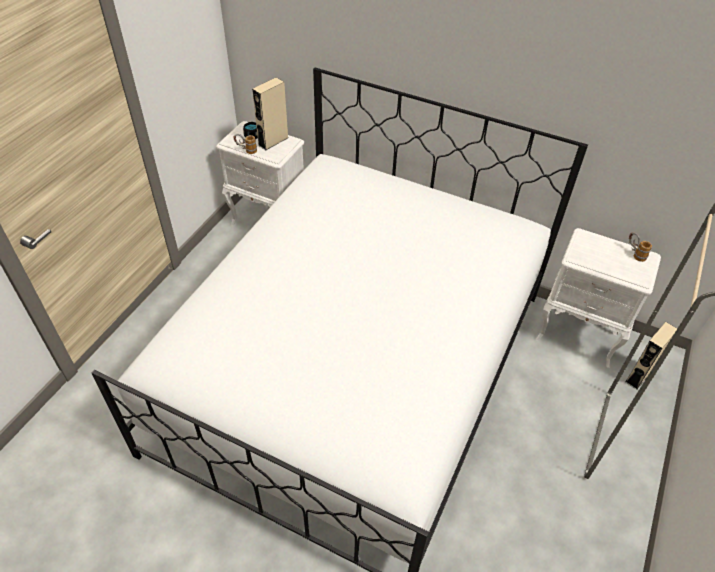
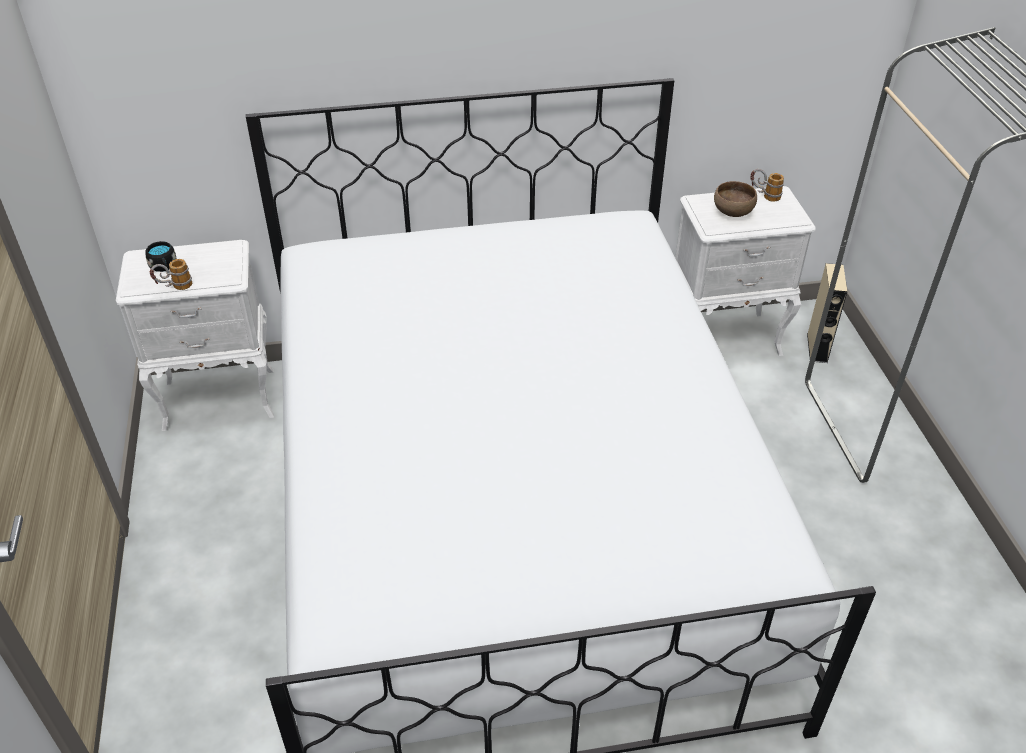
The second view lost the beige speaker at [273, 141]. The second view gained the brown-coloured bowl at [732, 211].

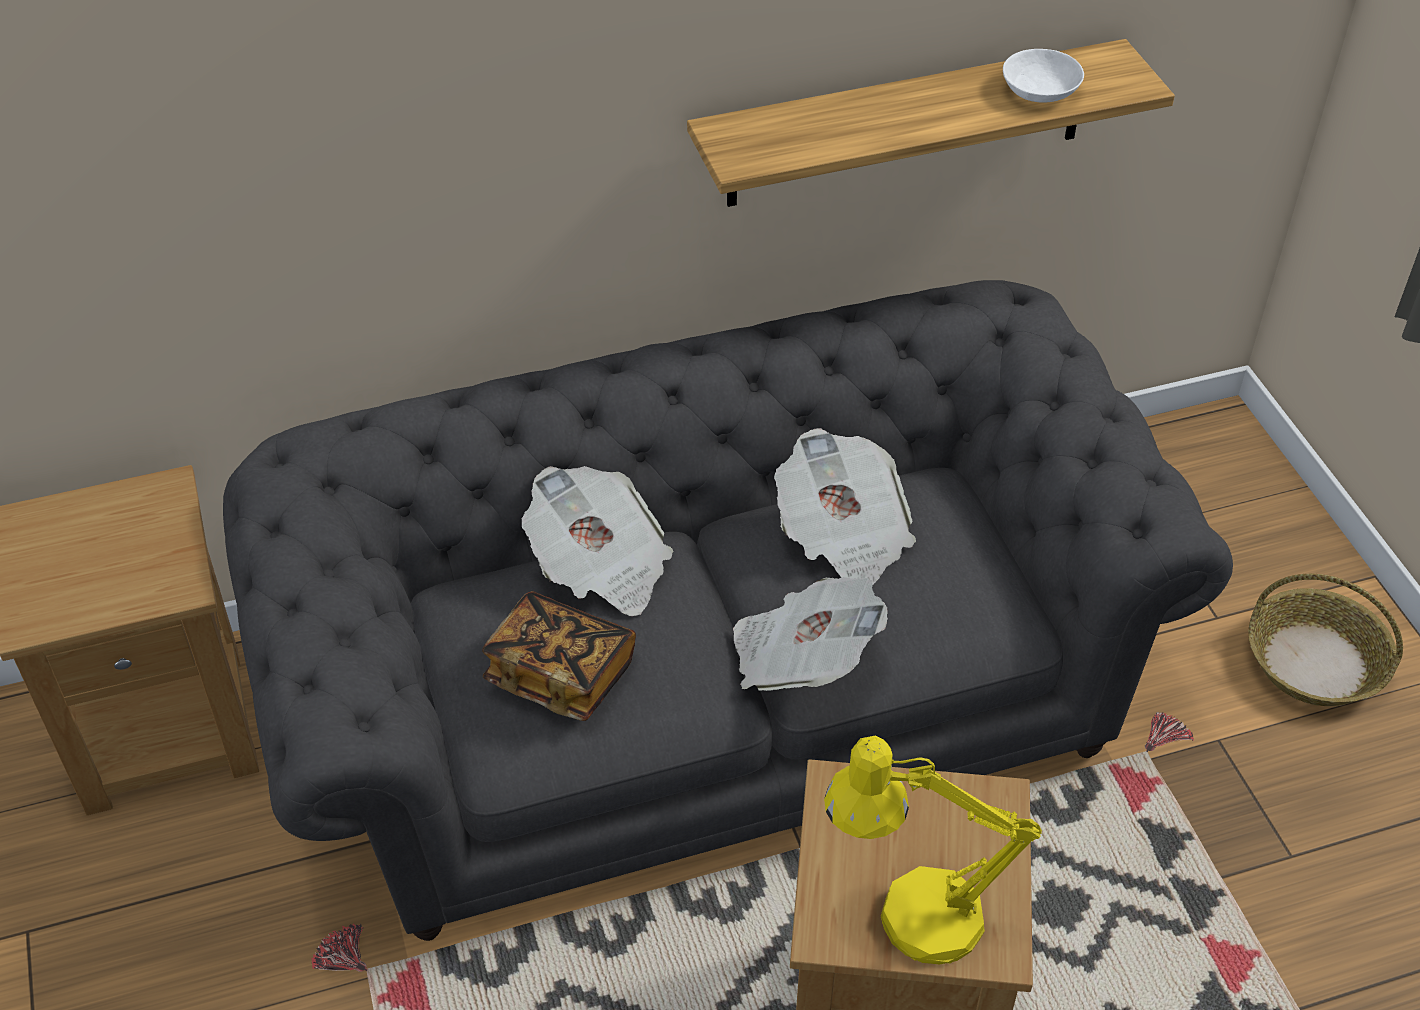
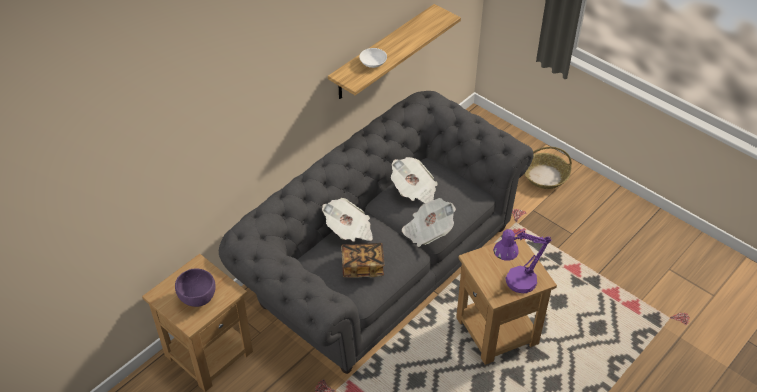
What was the yellow-coloured tabletop lamp at [908, 916] turned into the purple-coloured tabletop lamp at [514, 283]. The white bowl ended up elsewhere, having gone from [1038, 89] to [372, 62]. The second view gained the purple-coloured bowl at [198, 298].

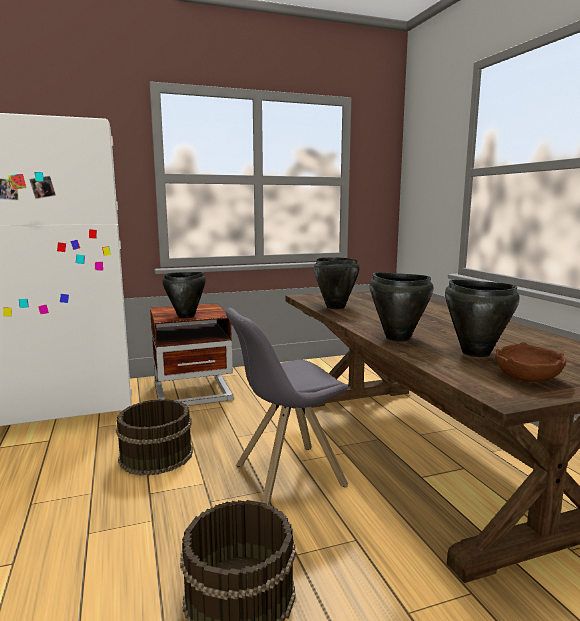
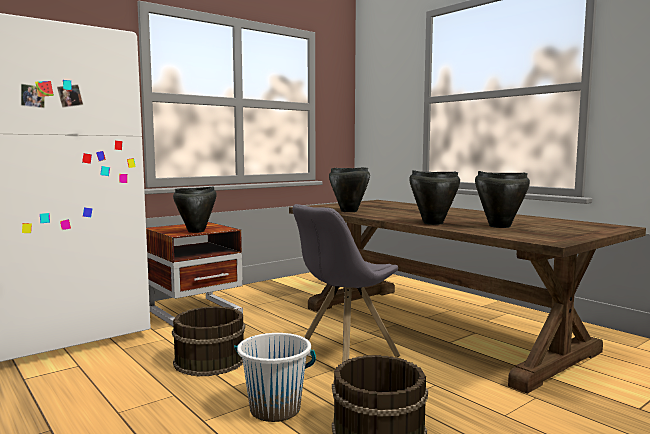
The second view lost the brown-coloured bowl at [526, 377]. The second view gained the white bucket at [275, 409].

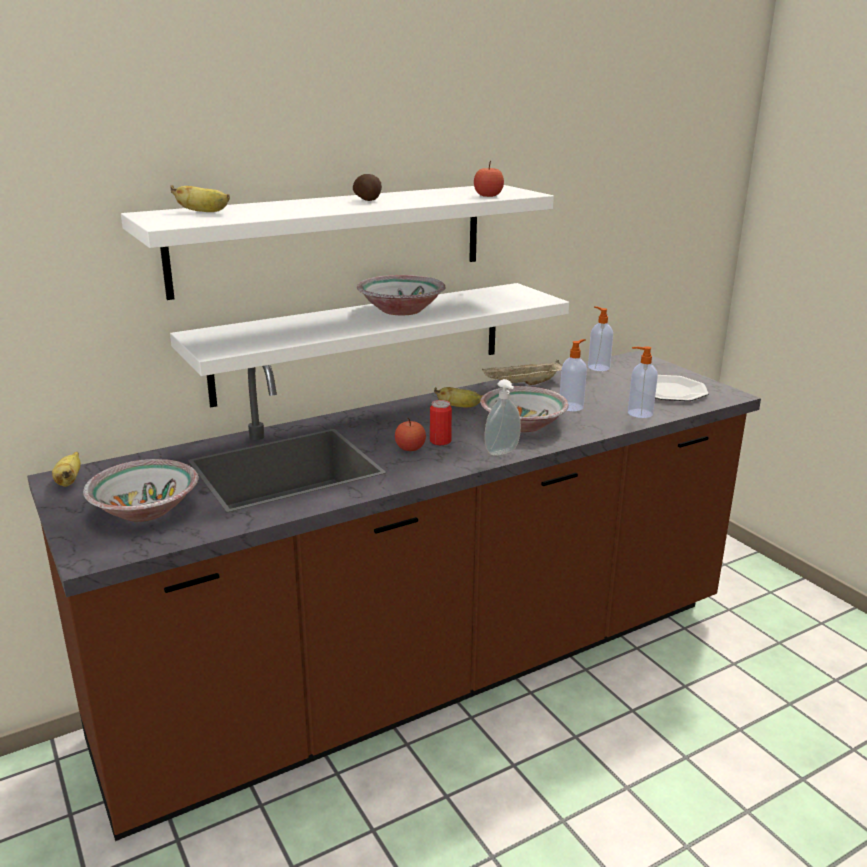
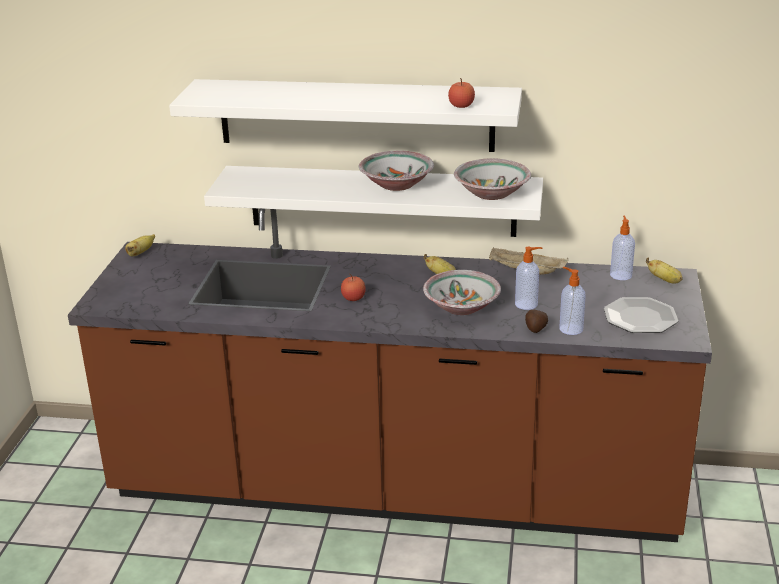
The bowl ended up elsewhere, having gone from [146, 509] to [492, 193]. The whole banana ended up elsewhere, having gone from [204, 212] to [665, 280]. The whole potato ended up elsewhere, having gone from [368, 200] to [535, 329]. The second view lost the metal can at [440, 441]. The second view lost the soap bottle at [503, 453].

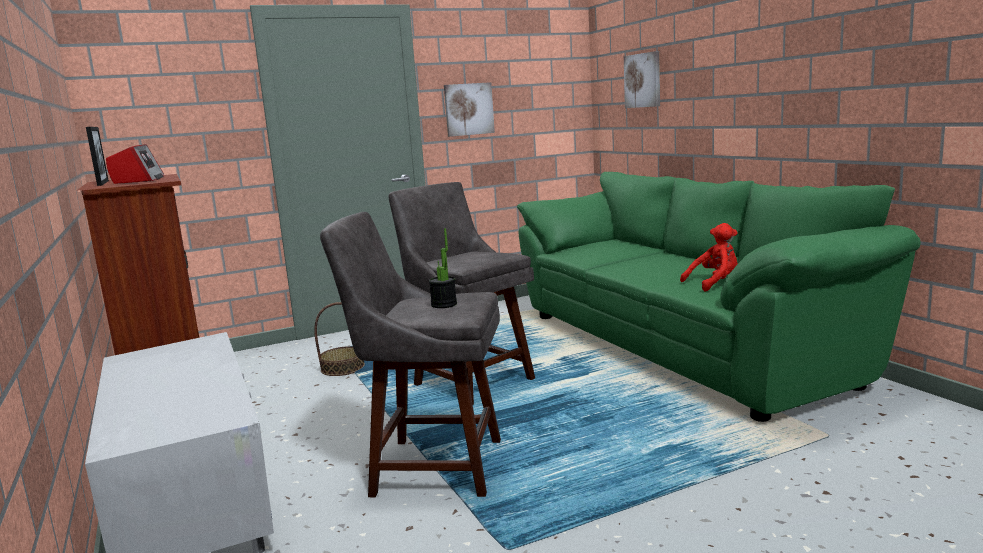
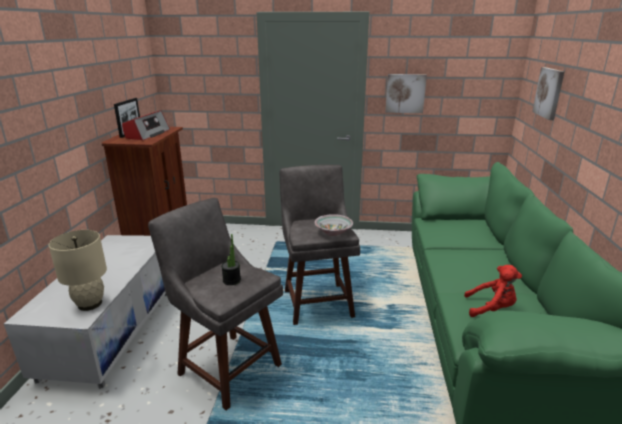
The second view lost the storage basket at [343, 368]. The second view gained the beige tabletop lamp at [90, 304]. The second view gained the bowl at [334, 232].

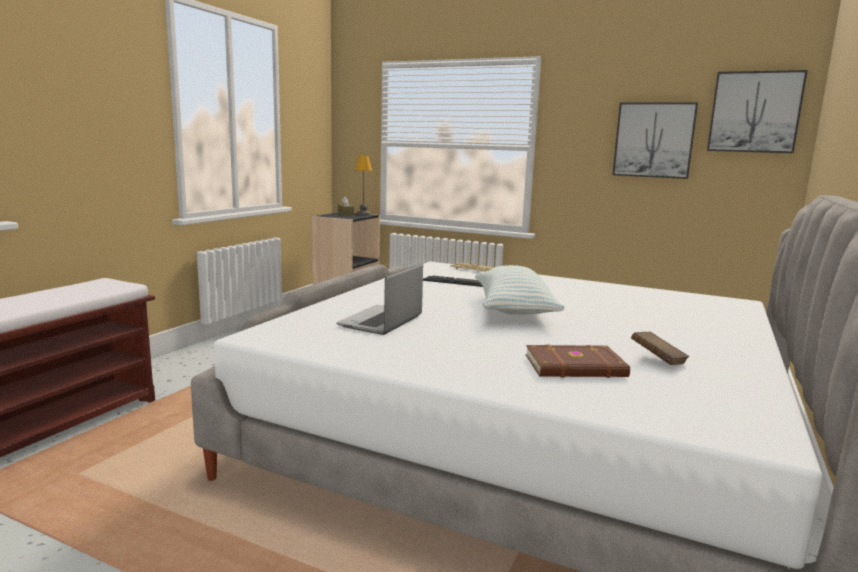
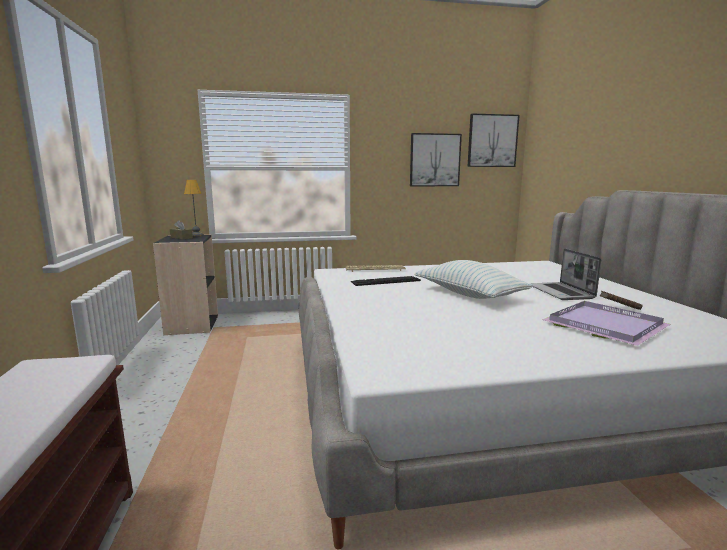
The notebook computer ended up elsewhere, having gone from [381, 322] to [561, 292]. Where the brown-coloured volume stood at [576, 367], the purple-coloured carrying tray came to stand at [607, 326].

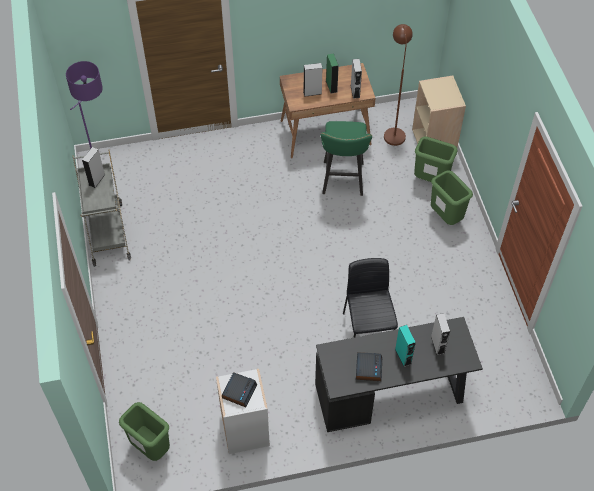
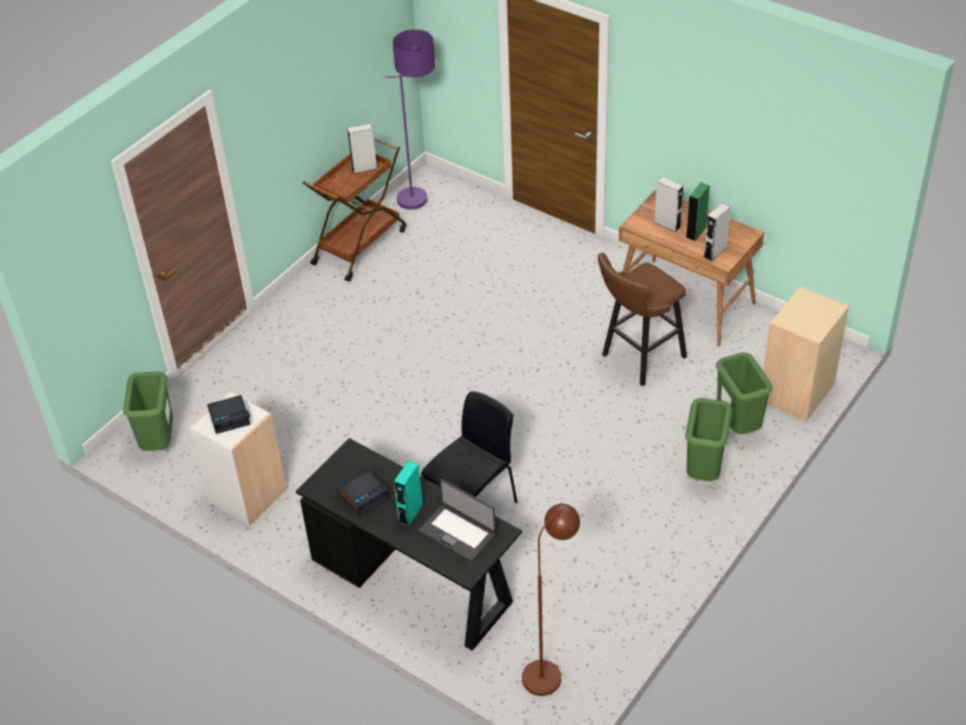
What was the greyish trolley at [108, 233] turned into the brown-coloured trolley at [360, 247]. What was the green stool at [342, 183] turned into the brown-coloured stool at [637, 360]. The brown-coloured standard lamp ended up elsewhere, having gone from [393, 132] to [549, 671]. Where the greyish speaker stood at [437, 345], the notebook computer came to stand at [458, 532].

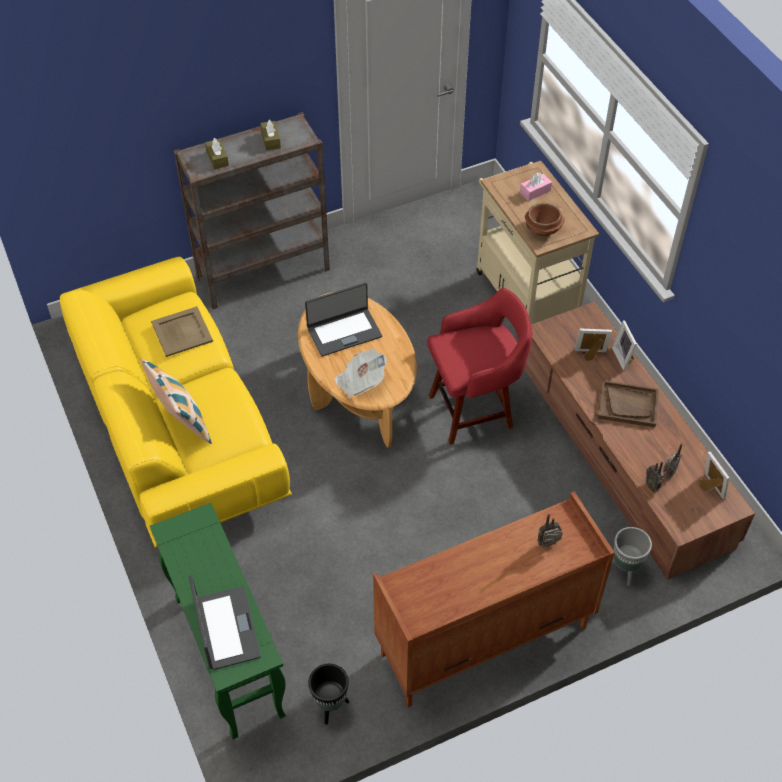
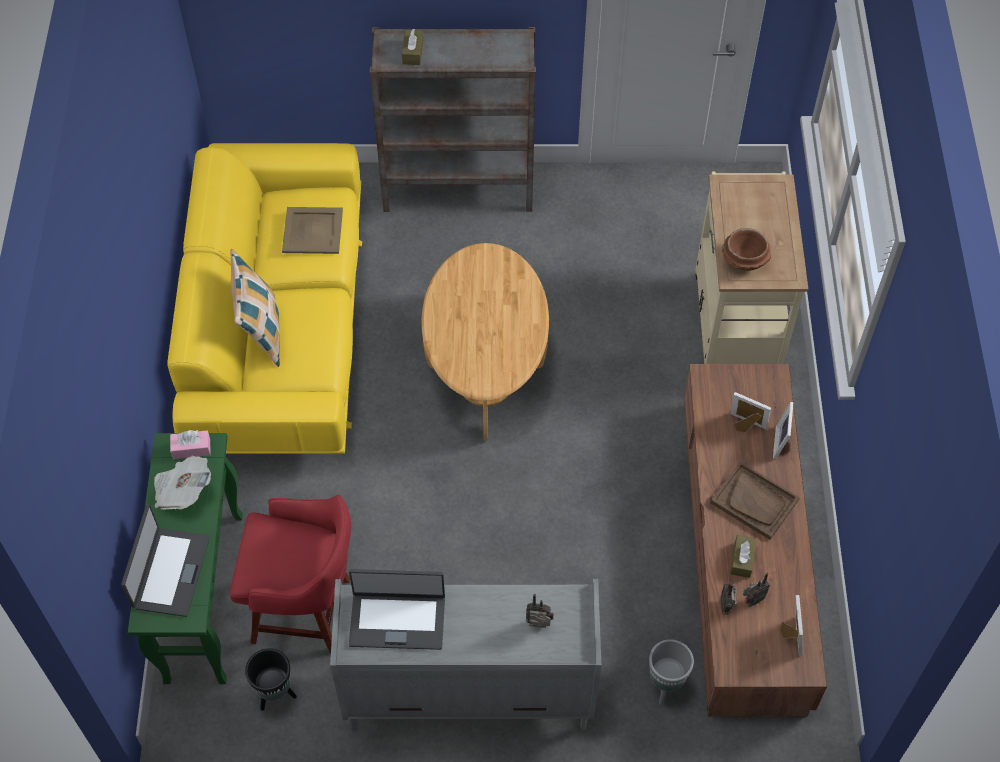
The brown-coloured tissue holder ended up elsewhere, having gone from [271, 140] to [742, 559]. The notebook computer ended up elsewhere, having gone from [344, 332] to [397, 620]. The printed paper ended up elsewhere, having gone from [360, 381] to [183, 491]. What was the brown-coloured cupboard at [483, 641] turned into the greyish cupboard at [467, 695]. The red-coloured stool ended up elsewhere, having gone from [474, 411] to [306, 612]. The pinkish tissue holder ended up elsewhere, having gone from [535, 191] to [191, 448].

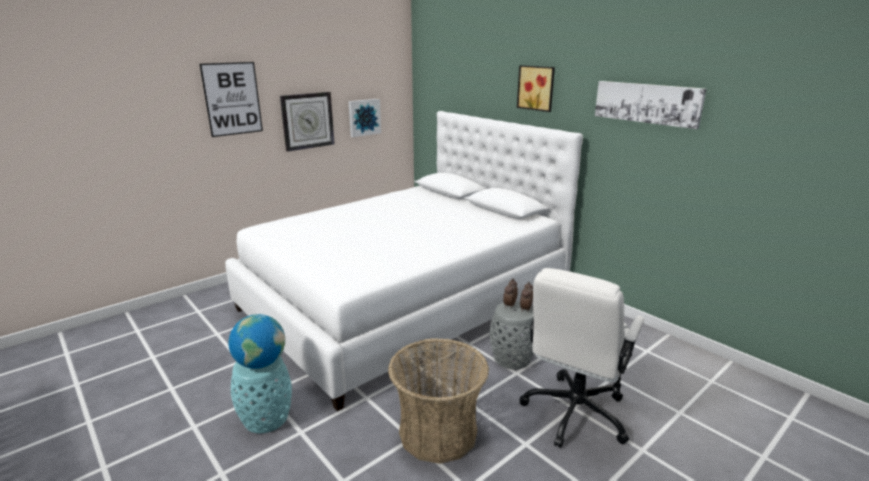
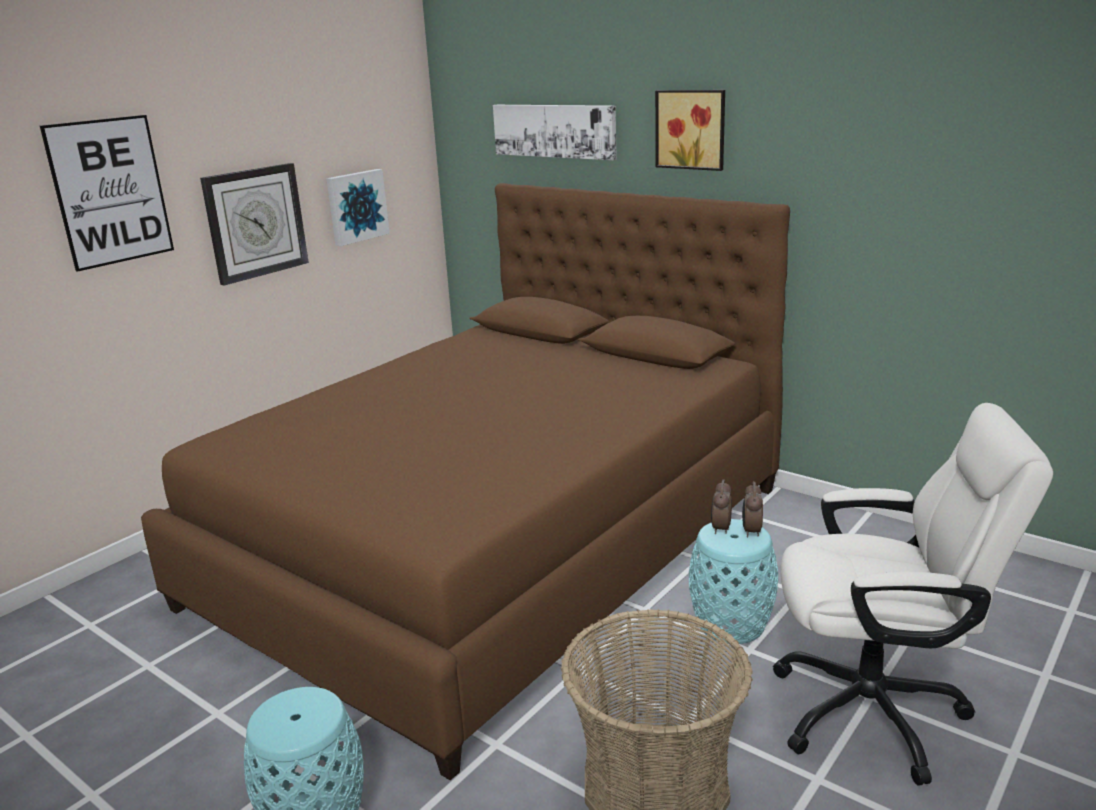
What was the white bedroom bed at [406, 301] turned into the brown-coloured bedroom bed at [498, 544]. The second view lost the globe at [260, 363]. What was the greyish stool at [512, 359] turned into the turquoise-coloured stool at [731, 625]. The white office chair at [573, 416] ended up facing another way, 105 degrees counterclockwise from before. The wall art ended up elsewhere, having gone from [647, 103] to [554, 130].

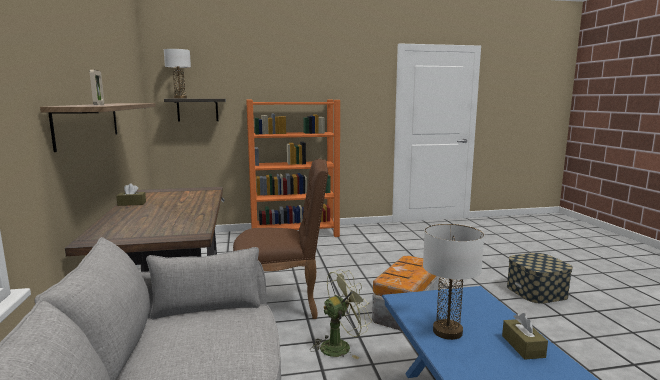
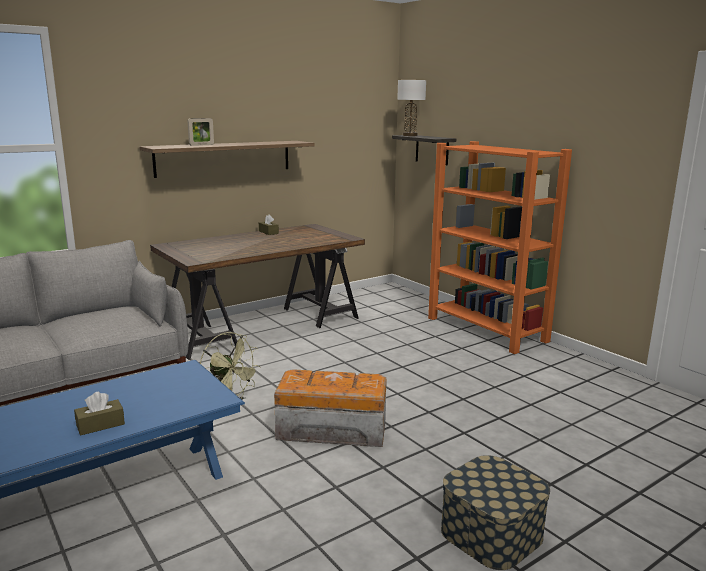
The second view lost the brown-coloured chair at [280, 305]. The second view lost the tabletop lamp at [447, 331].

